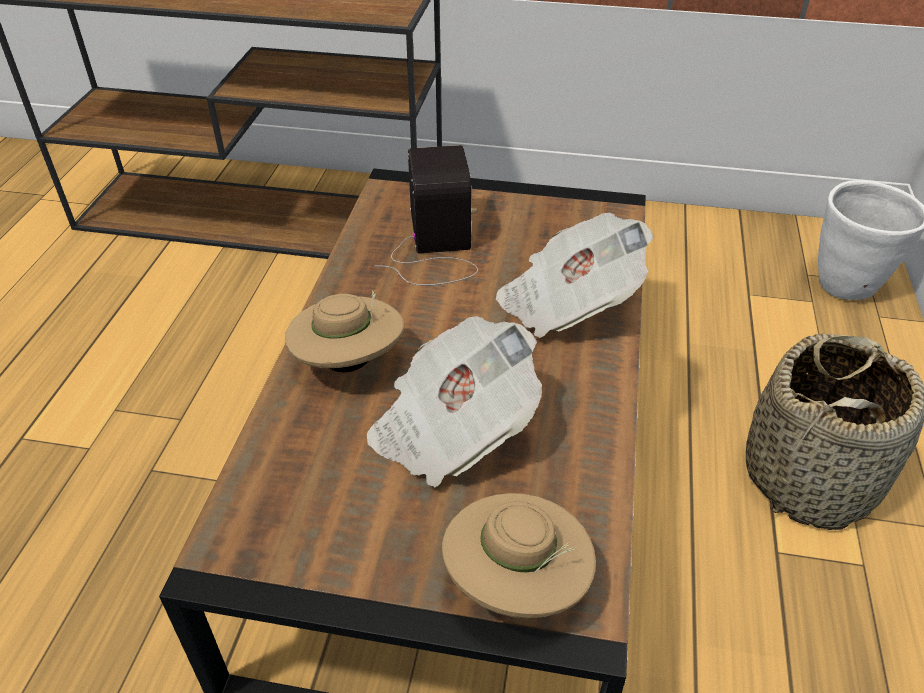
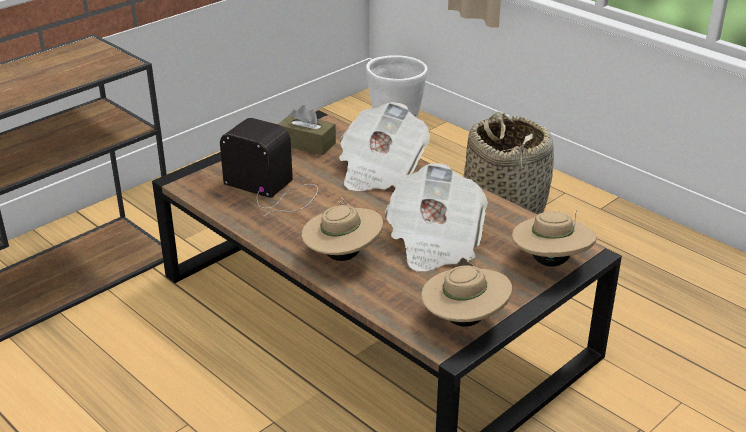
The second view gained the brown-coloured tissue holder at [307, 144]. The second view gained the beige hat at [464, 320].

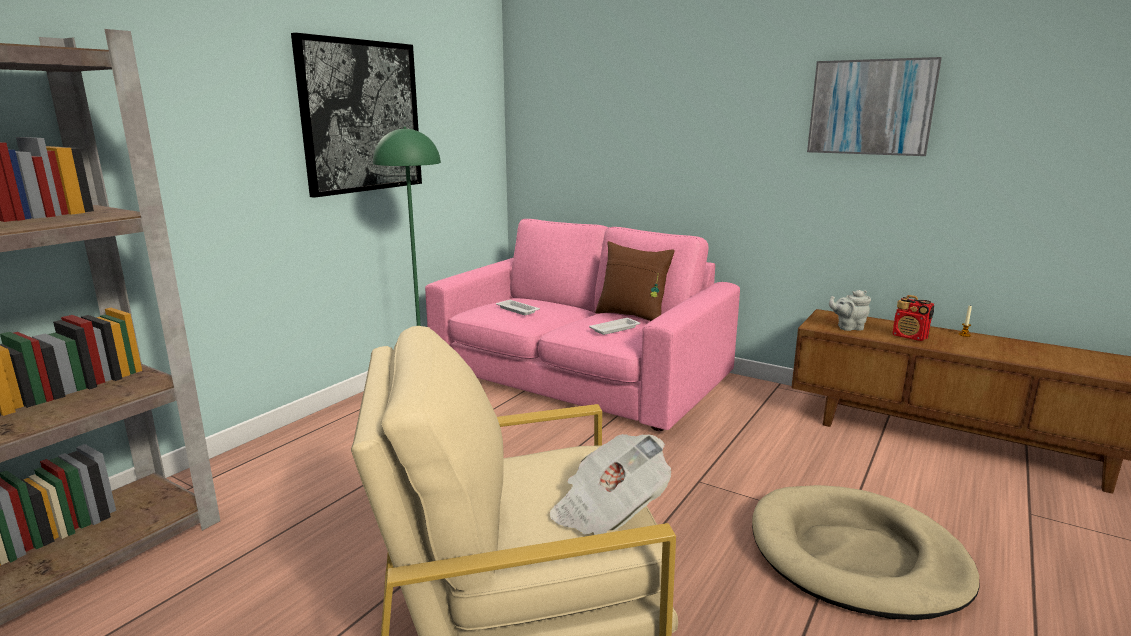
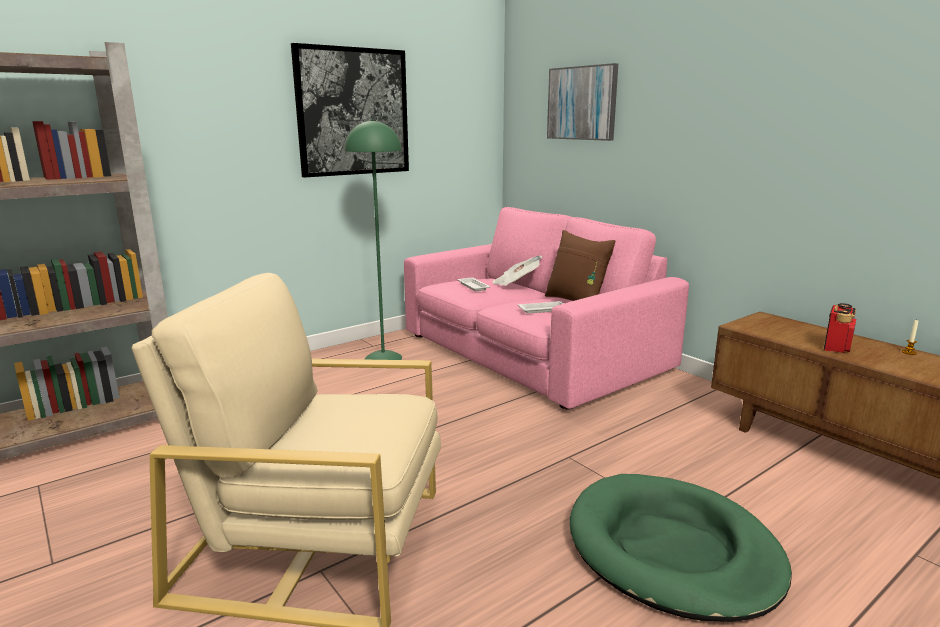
The printed paper ended up elsewhere, having gone from [608, 511] to [516, 283]. What was the beige pet bed at [856, 556] turned into the green pet bed at [672, 551]. The wall art ended up elsewhere, having gone from [871, 107] to [582, 103]. The second view lost the greyish pot for tea at [848, 327]. The radio receiver at [910, 337] ended up facing another way, 120 degrees counterclockwise from before.

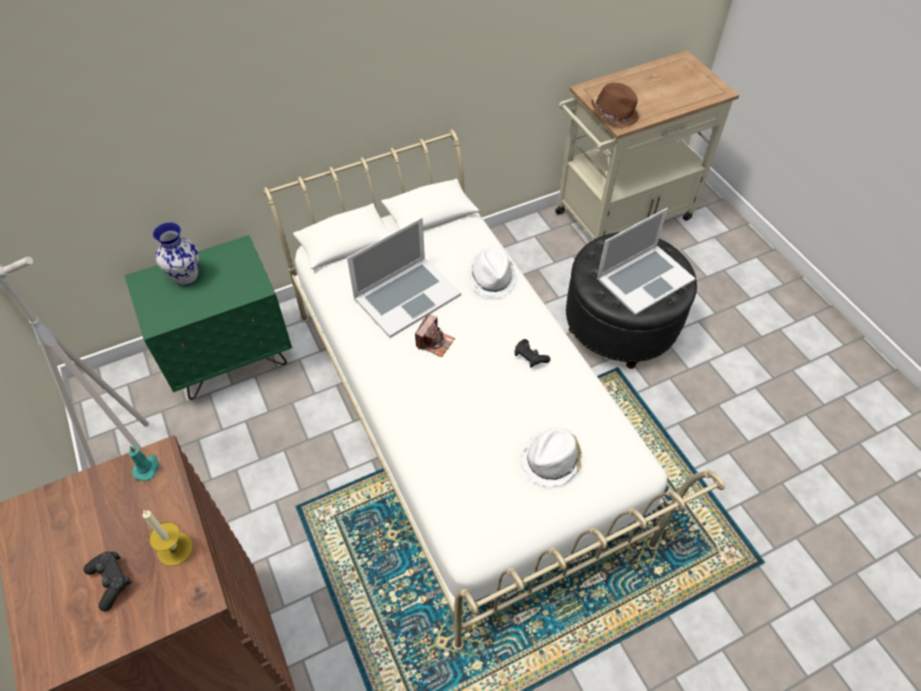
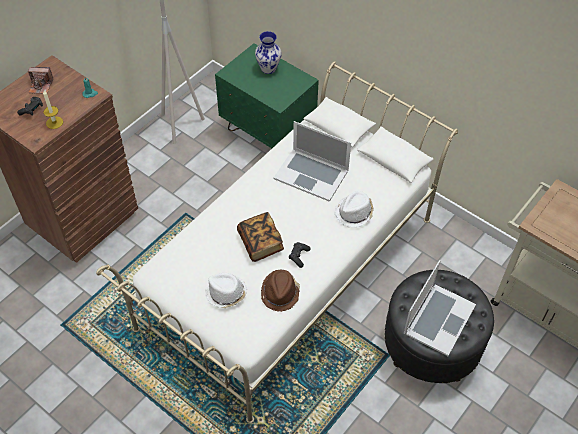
The still camera ended up elsewhere, having gone from [434, 342] to [41, 86]. The brown-coloured hat ended up elsewhere, having gone from [614, 113] to [280, 293]. The notebook computer at [644, 279] ended up facing another way, 90 degrees counterclockwise from before. The second view gained the volume at [260, 243].

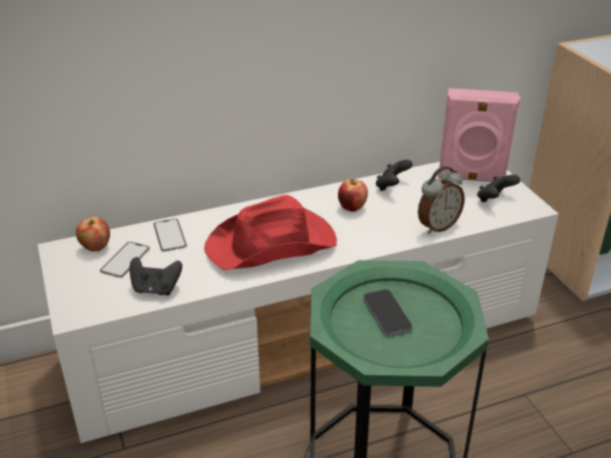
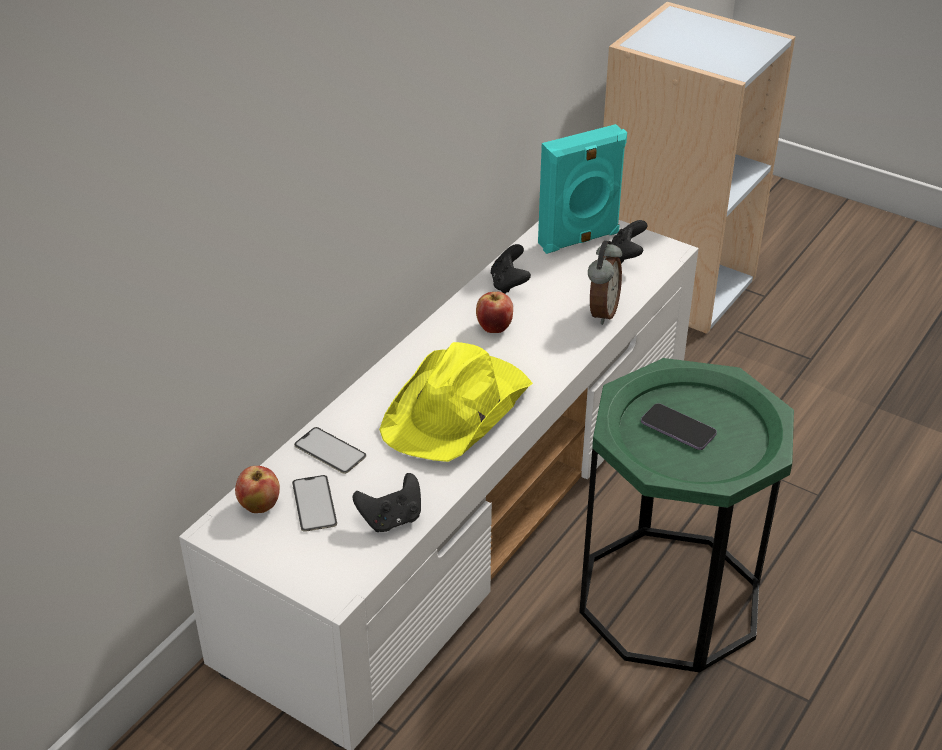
What was the red-coloured hat at [272, 245] turned into the yellow-coloured hat at [458, 409]. What was the pinkish speaker at [471, 178] turned into the turquoise-coloured speaker at [579, 240].

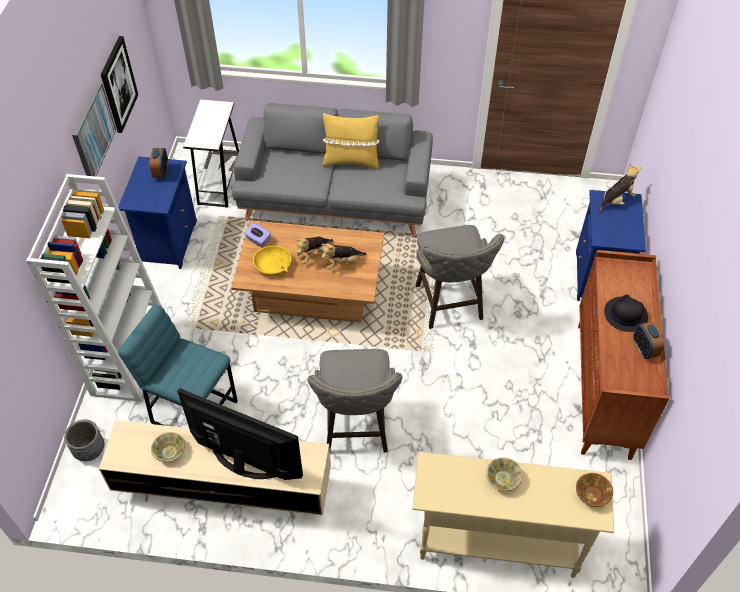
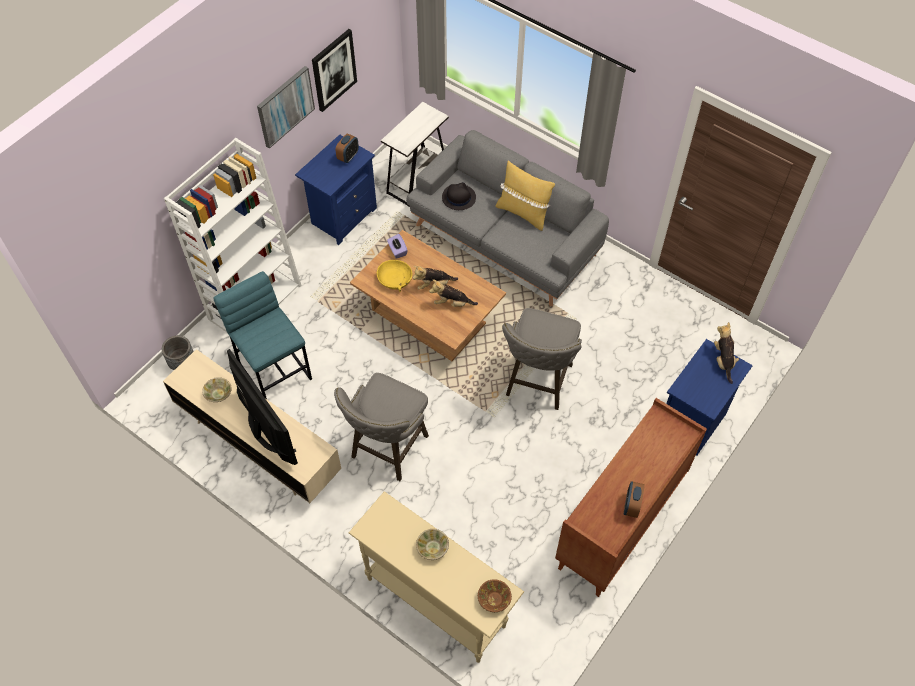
The cuddly toy at [616, 200] ended up facing another way, 90 degrees counterclockwise from before. The blackish hat ended up elsewhere, having gone from [625, 314] to [458, 197].

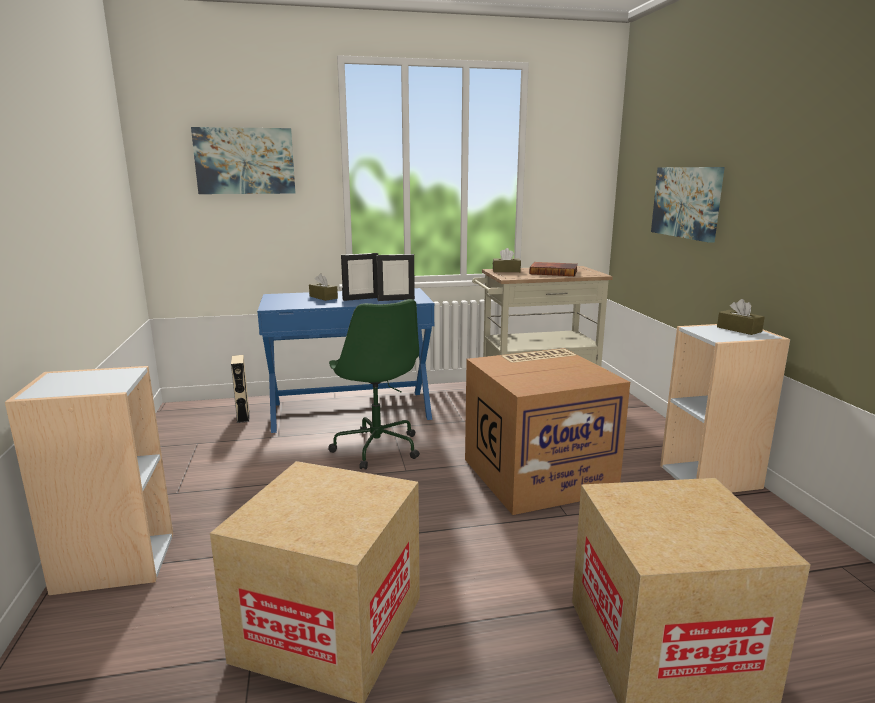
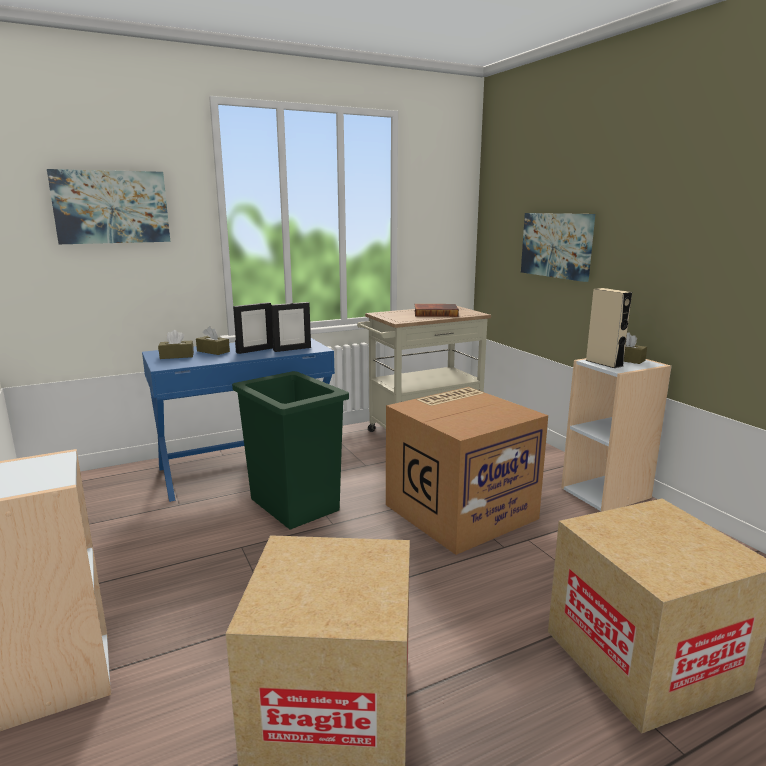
The beige speaker ended up elsewhere, having gone from [243, 416] to [604, 363]. Where the green office chair stood at [378, 449], the green rubbish bin came to stand at [294, 505]. The brown-coloured tissue holder ended up elsewhere, having gone from [506, 271] to [177, 356].

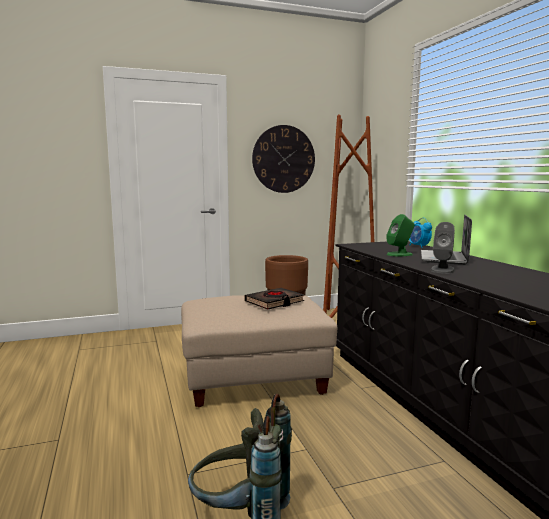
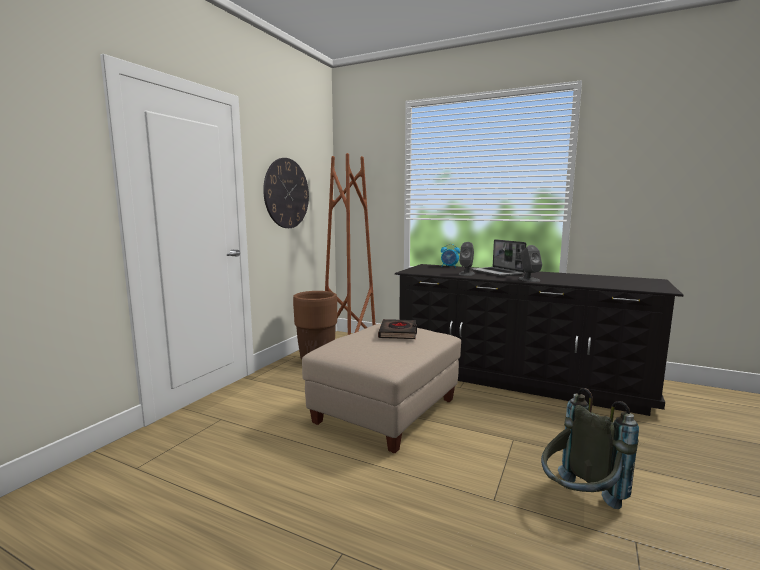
What was the green speaker at [399, 254] turned into the greyish speaker at [466, 274].

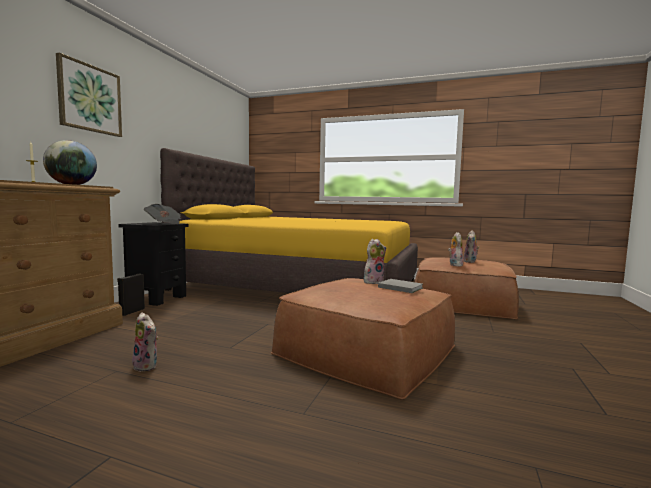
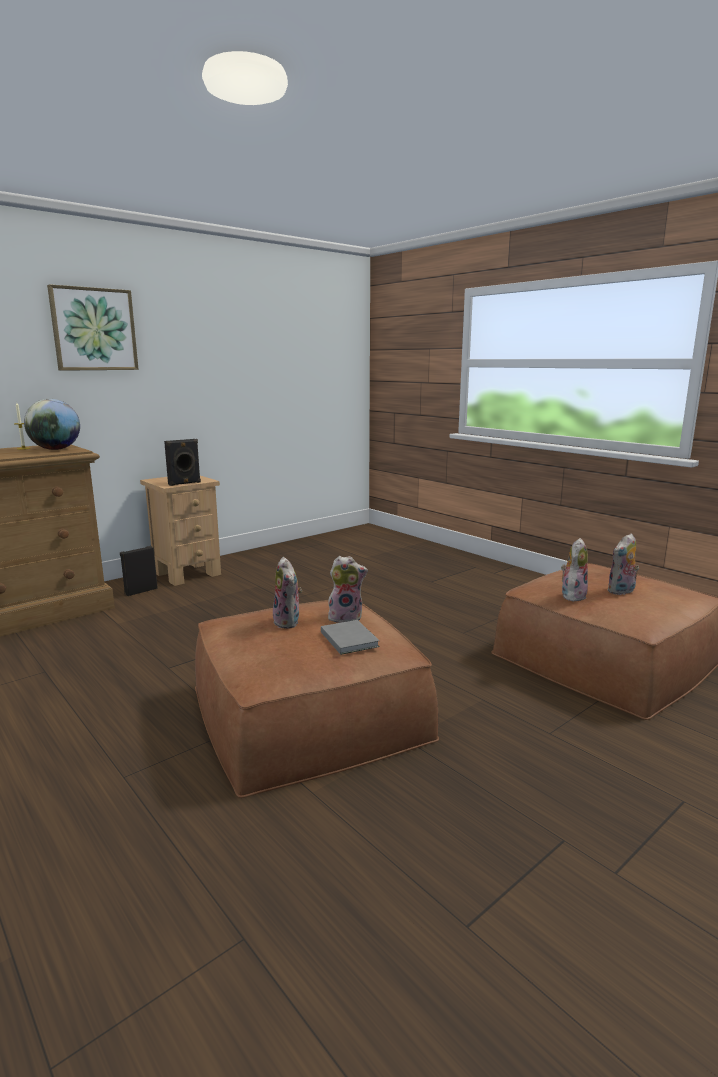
What was the blackish bedside table at [158, 298] turned into the beige bedside table at [188, 573]. The cuddly toy ended up elsewhere, having gone from [147, 366] to [289, 622]. Where the printed paper stood at [164, 224], the blackish speaker came to stand at [184, 483]. The second view lost the yellow-coloured bedroom bed at [300, 284].

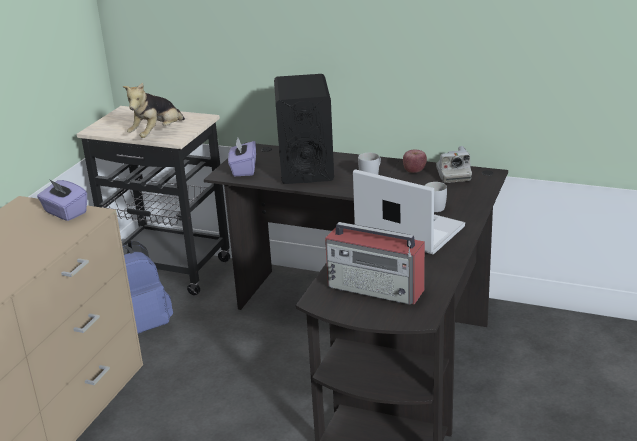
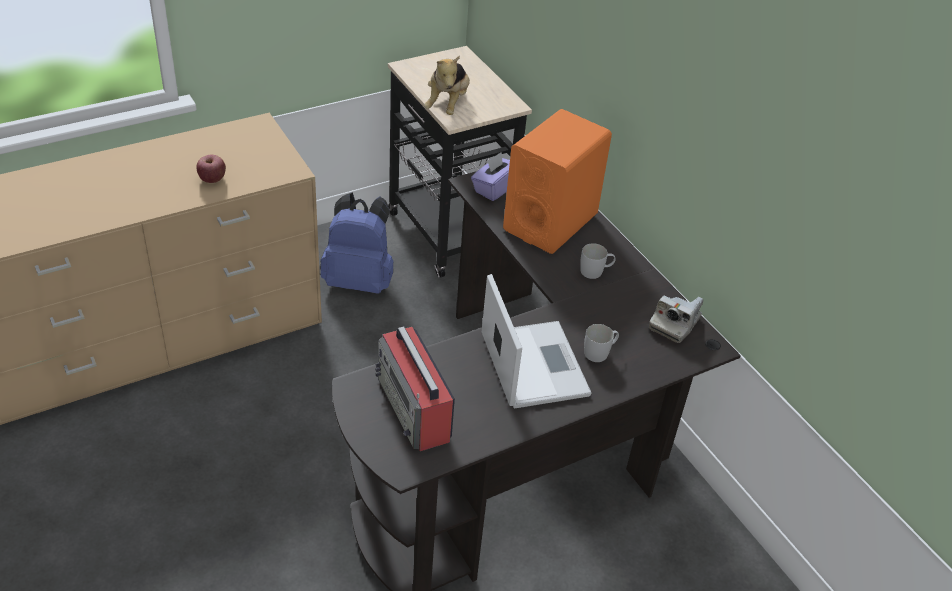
The second view lost the purple-coloured tissue holder at [65, 213]. The cuddly toy at [157, 134] ended up facing another way, 60 degrees counterclockwise from before. What was the blackish speaker at [306, 168] turned into the orange speaker at [550, 222]. The apple fruit ended up elsewhere, having gone from [414, 171] to [212, 179].

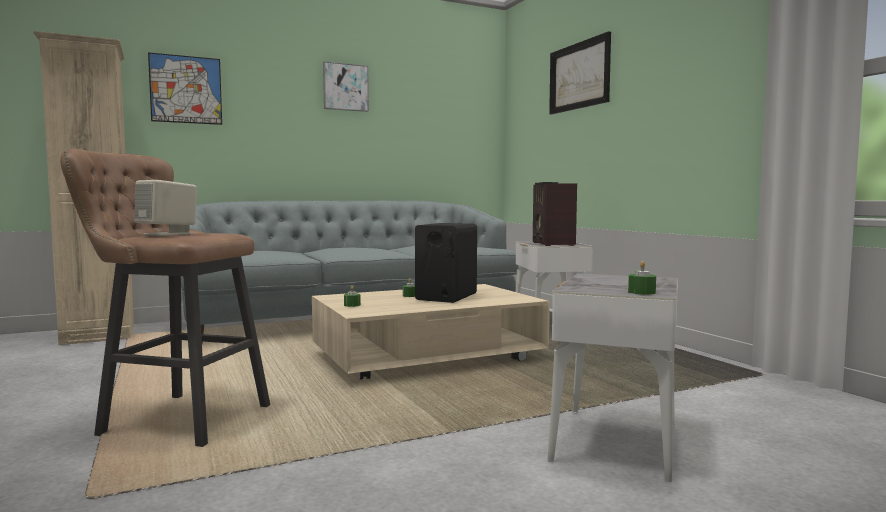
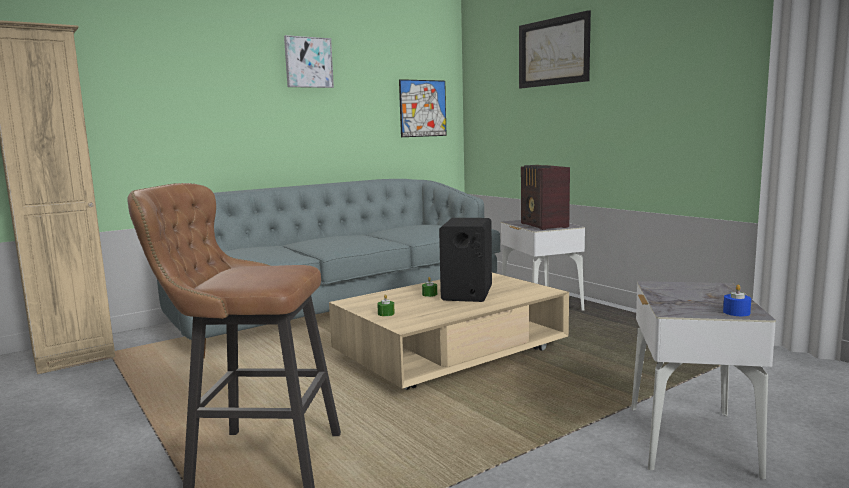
The second view lost the beige speaker at [167, 234]. The wall art ended up elsewhere, having gone from [186, 89] to [423, 108]. What was the green candle at [641, 292] turned into the blue candle at [736, 312].

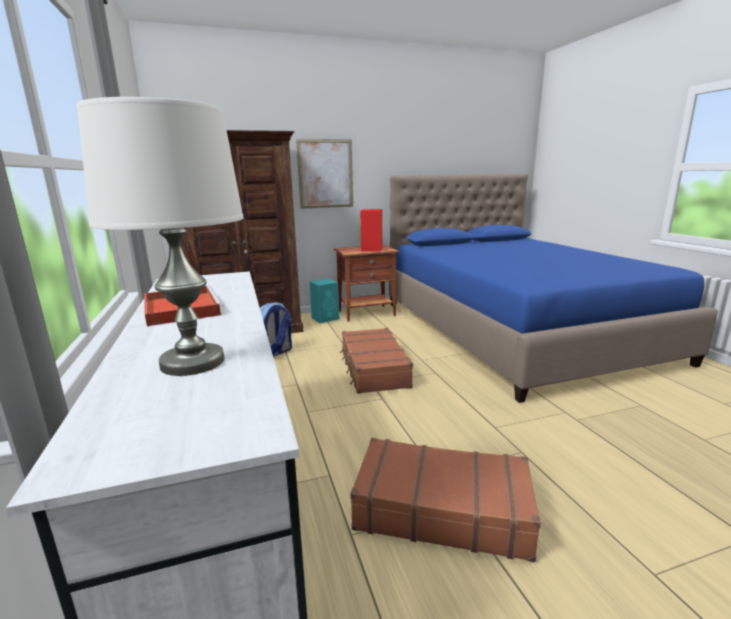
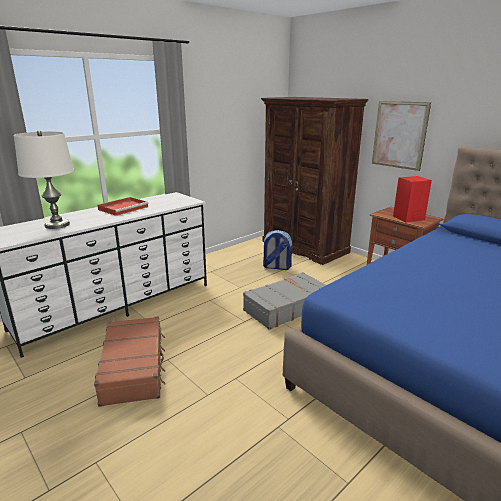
The second view lost the turquoise-coloured speaker at [326, 318]. What was the brown-coloured suitcase at [373, 369] turned into the greyish suitcase at [286, 307].

